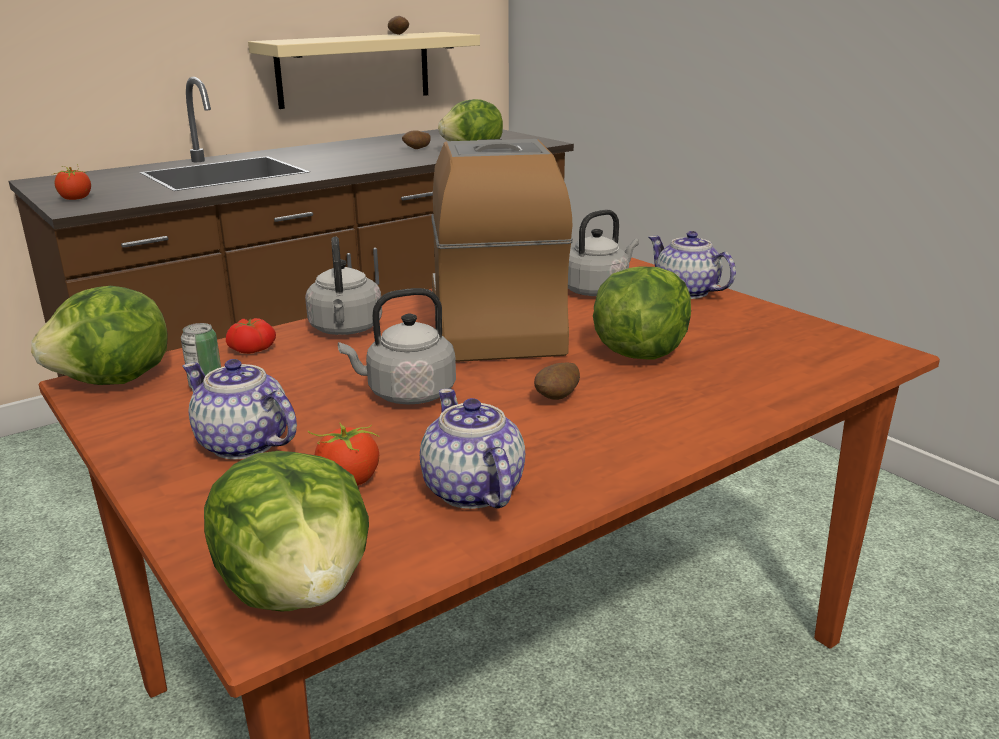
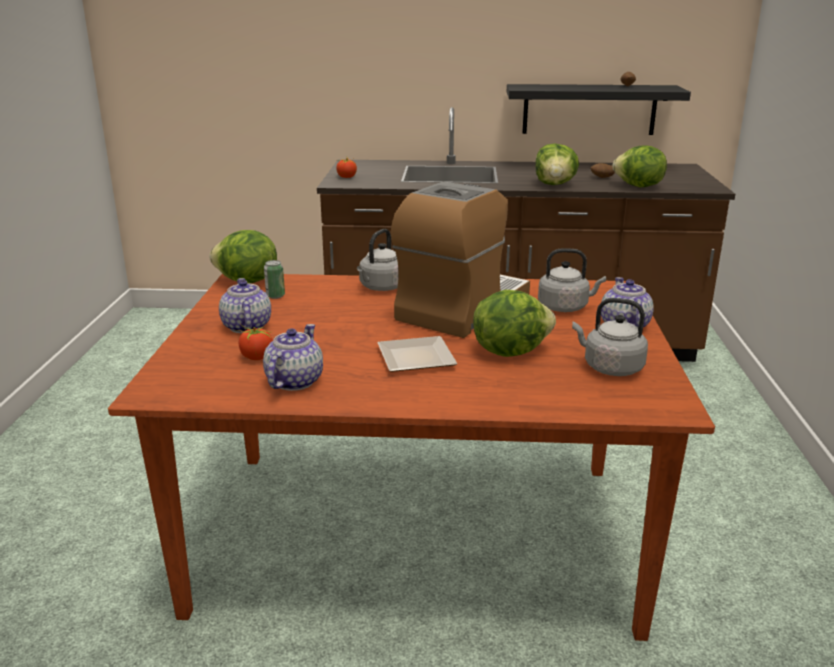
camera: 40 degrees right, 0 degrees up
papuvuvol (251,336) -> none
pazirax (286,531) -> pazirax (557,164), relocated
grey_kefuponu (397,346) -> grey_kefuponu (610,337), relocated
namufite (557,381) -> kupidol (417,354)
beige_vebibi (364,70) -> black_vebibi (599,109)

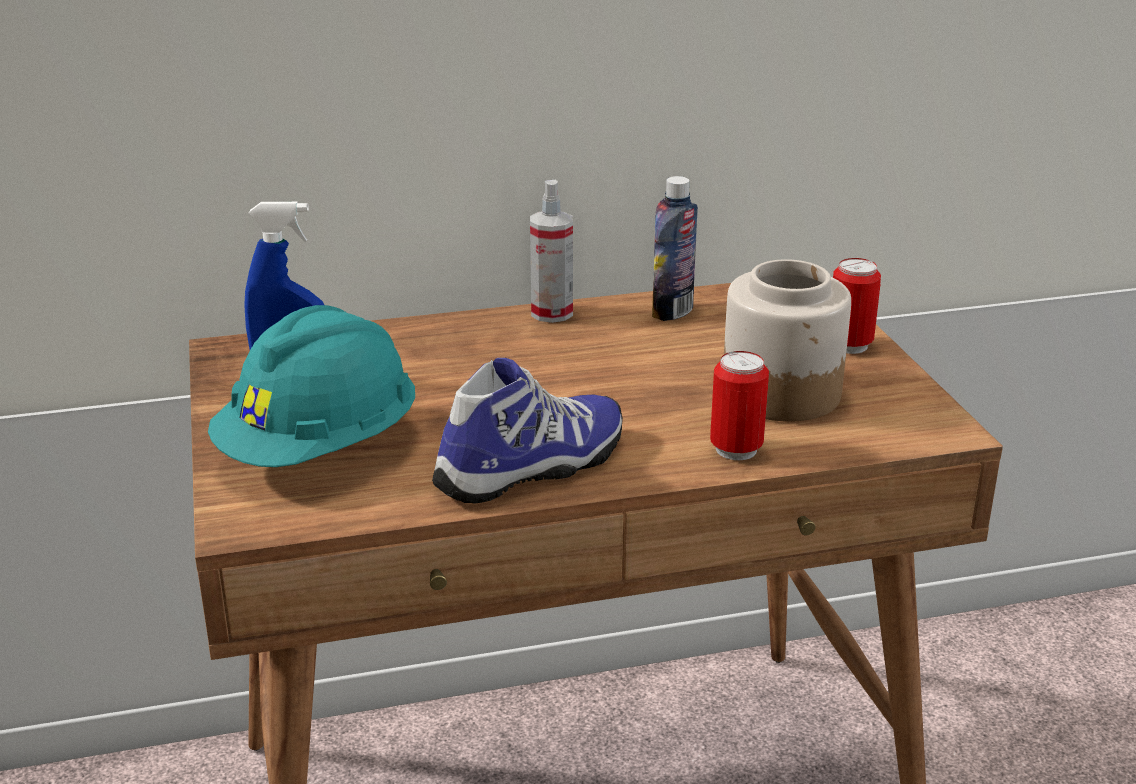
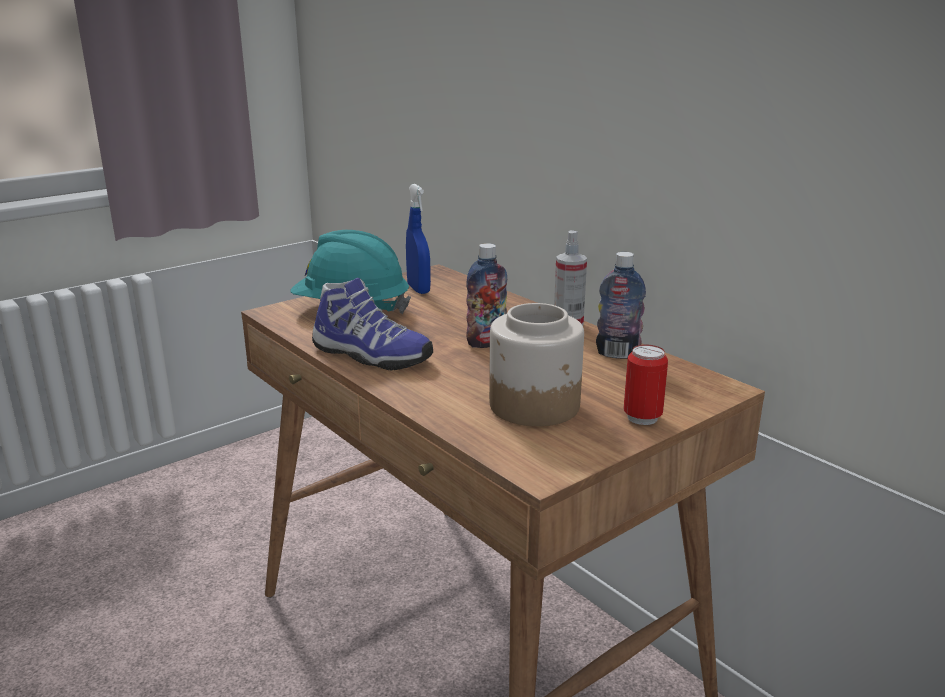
camera: 65 degrees right, 5 degrees down
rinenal (739,405) -> none
none -> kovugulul (486,295)

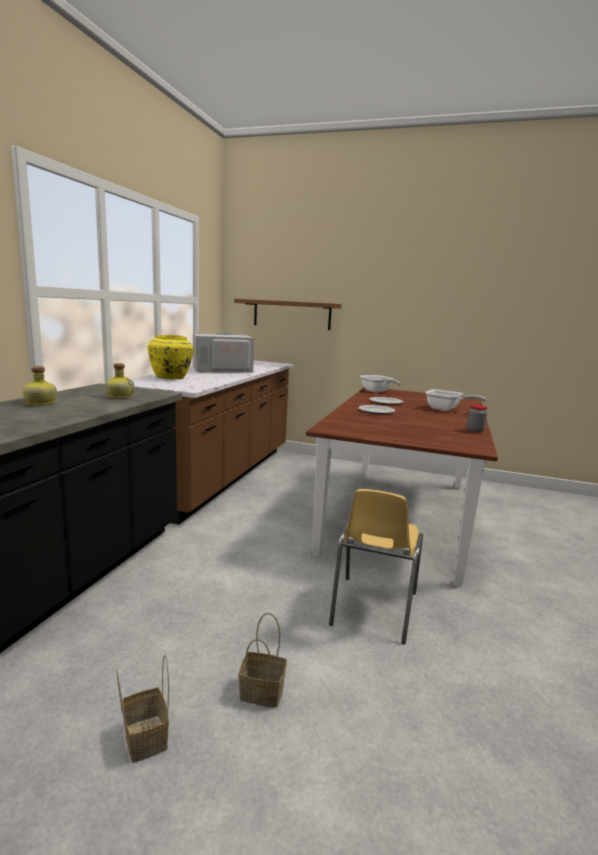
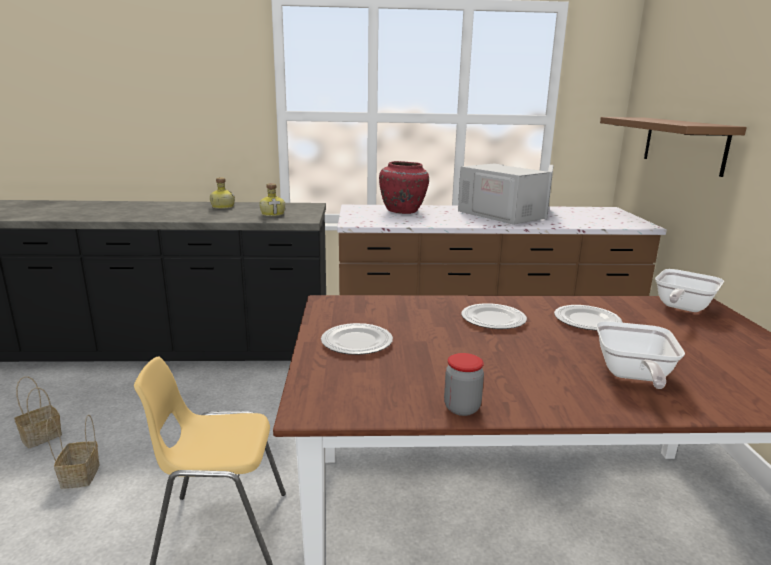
camera: 70 degrees right, 5 degrees up
none -> kupidol (357,339)
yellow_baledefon (170,357) -> red_baledefon (404,187)

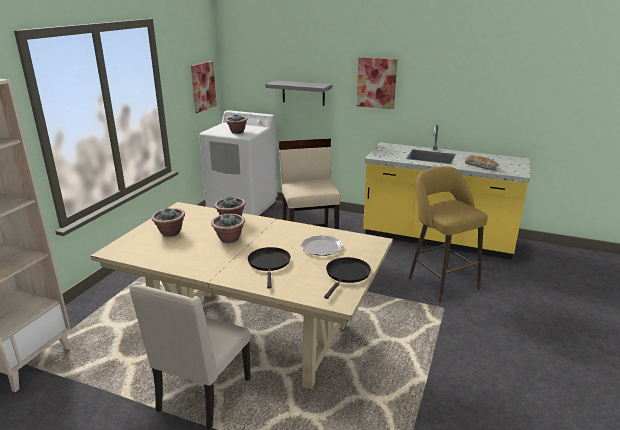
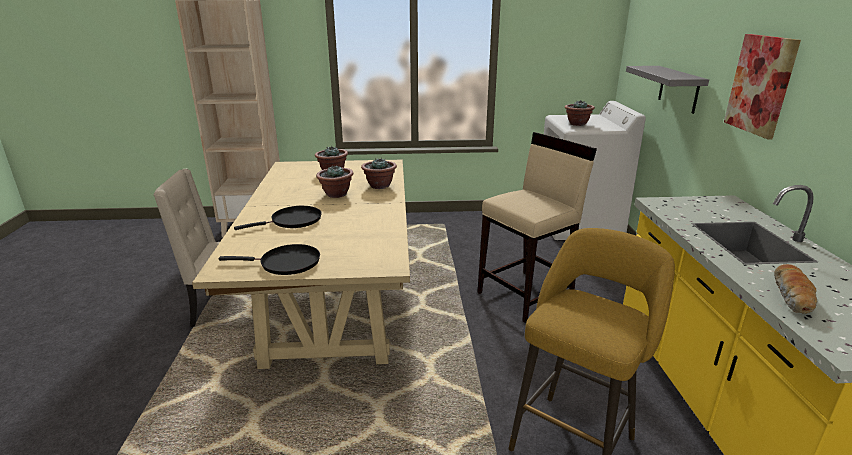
camera: 65 degrees right, 0 degrees up
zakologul (204,87) -> none
kupidol (322,245) -> none

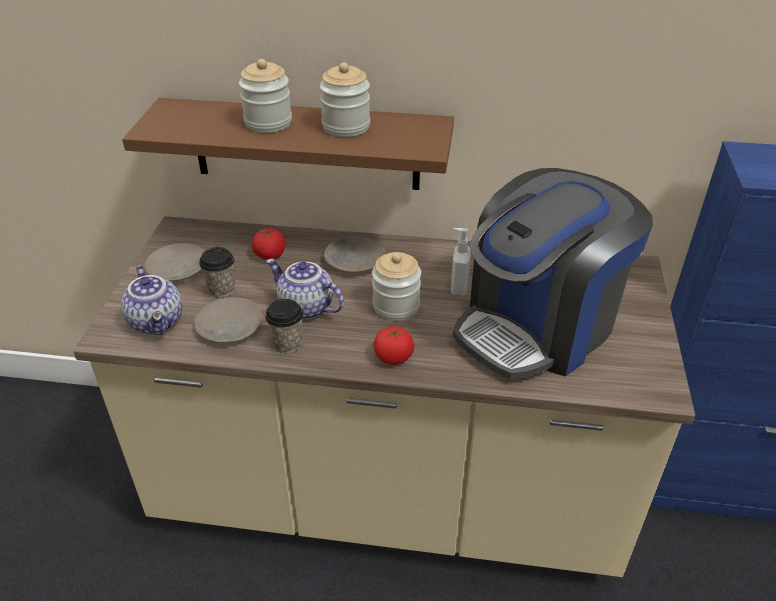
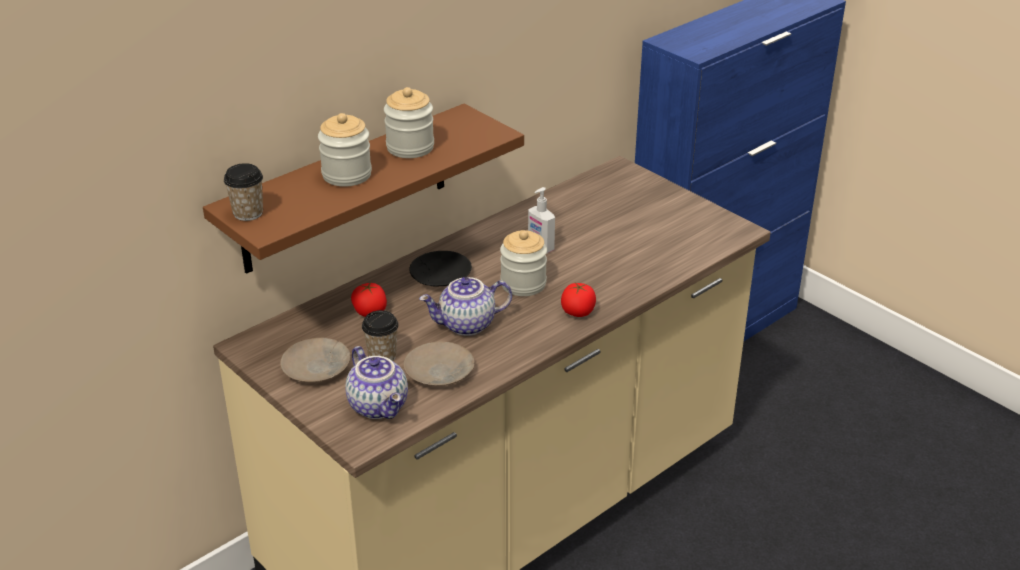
camera: 50 degrees left, 5 degrees down
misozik (552,274) -> none
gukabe (284,326) -> gukabe (243,192), relocated
beige_kupidol (355,254) -> black_kupidol (440,269)
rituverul (151,300) -> rituverul (376,382), 45 degrees clockwise

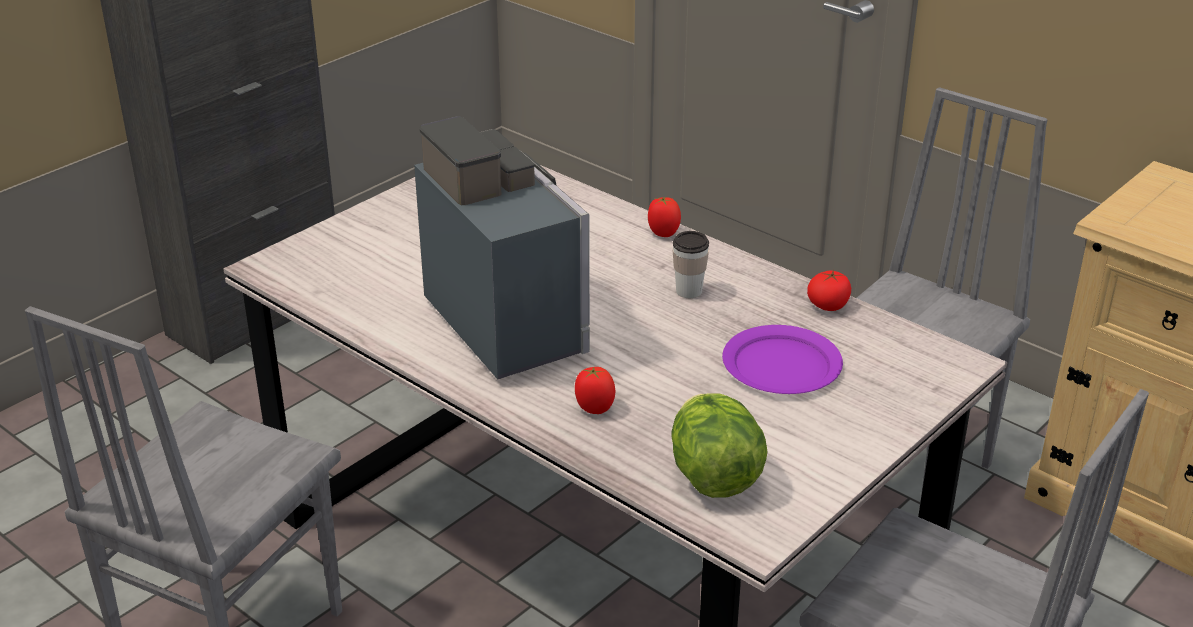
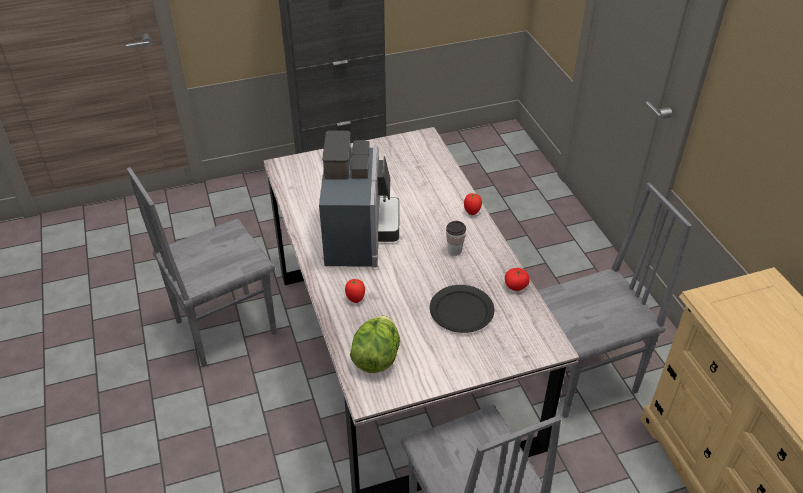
camera: 30 degrees right, 10 degrees up
purple_kupidol (782,359) -> black_kupidol (462,309)

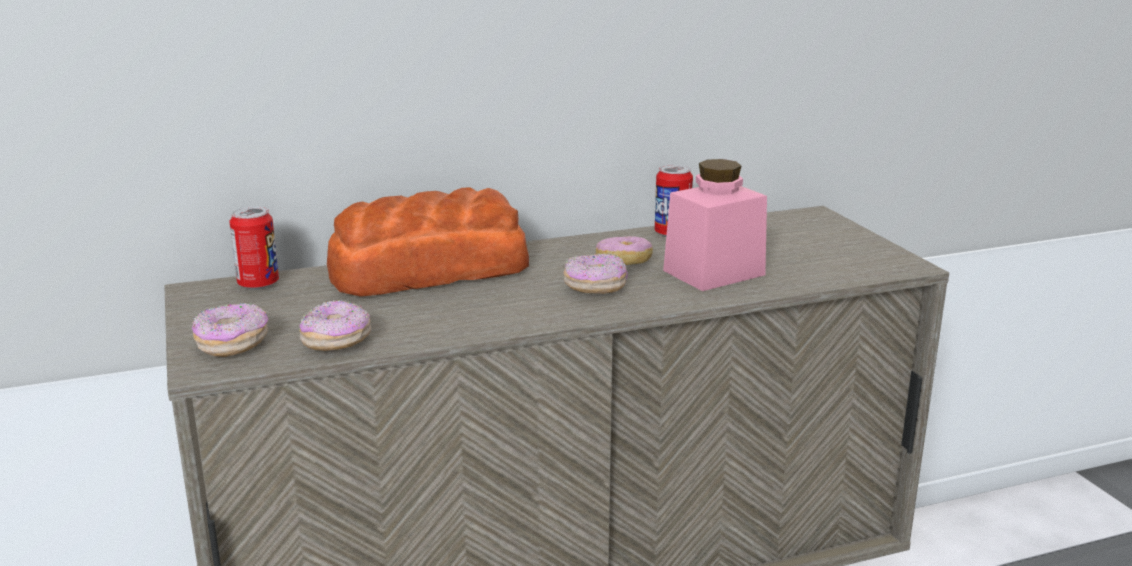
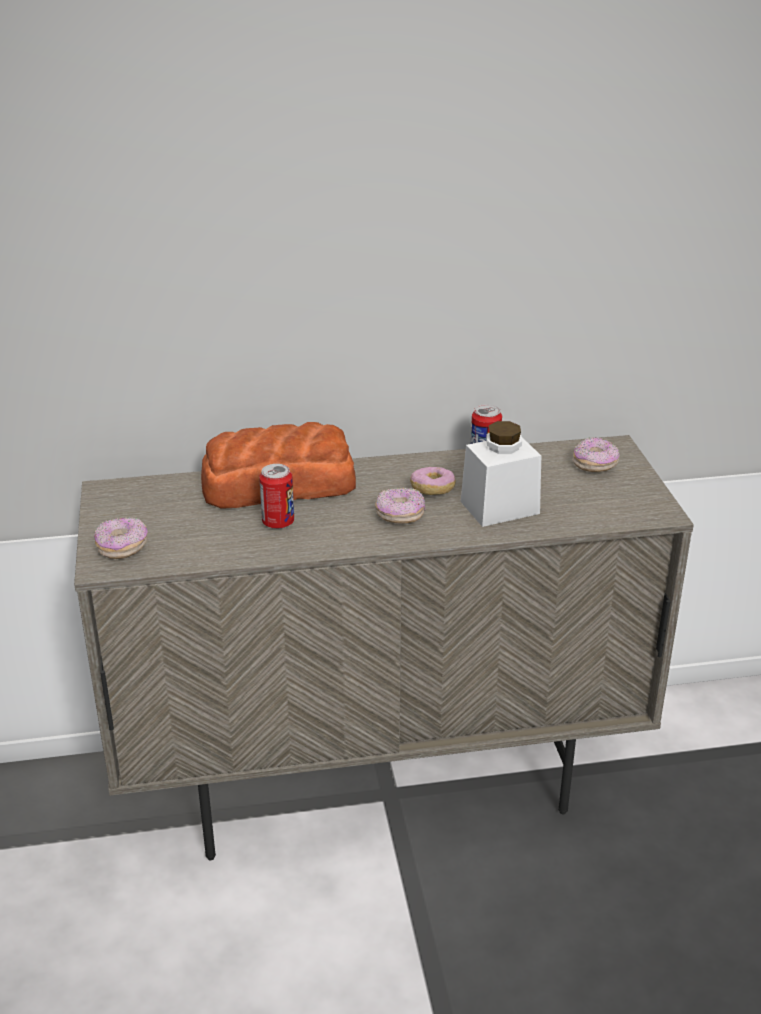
camera: 10 degrees right, 10 degrees up
rinenal (254,248) -> rinenal (276,496), relocated
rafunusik (335,325) -> rafunusik (596,454), relocated
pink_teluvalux (715,225) -> white_teluvalux (500,474)

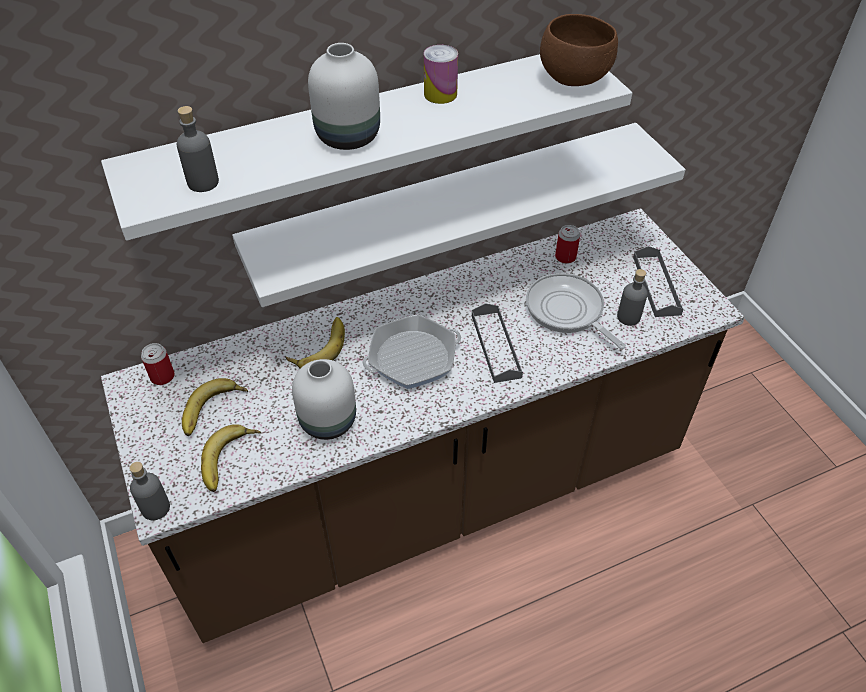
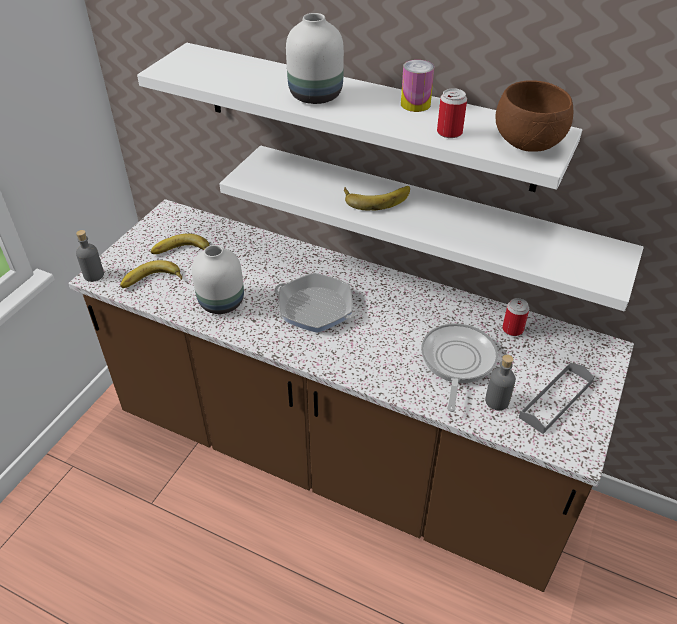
camera: 50 degrees right, 5 degrees down
grey_kovugulul (198,149) -> none
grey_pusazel (497,343) -> none
rinenal (158,364) -> rinenal (452,113), relocated
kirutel (315,343) -> kirutel (377,198), relocated

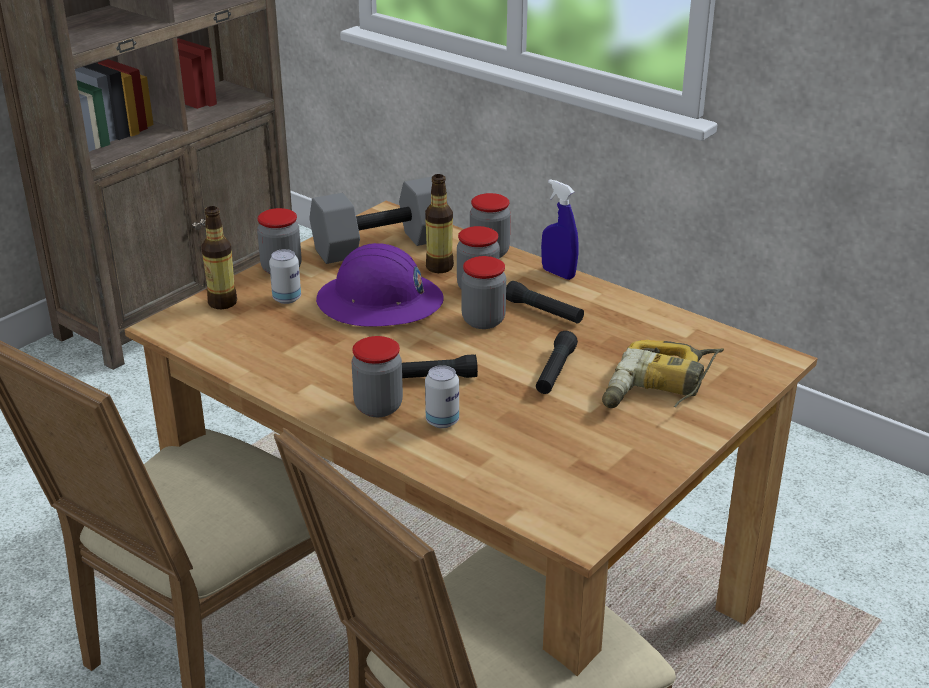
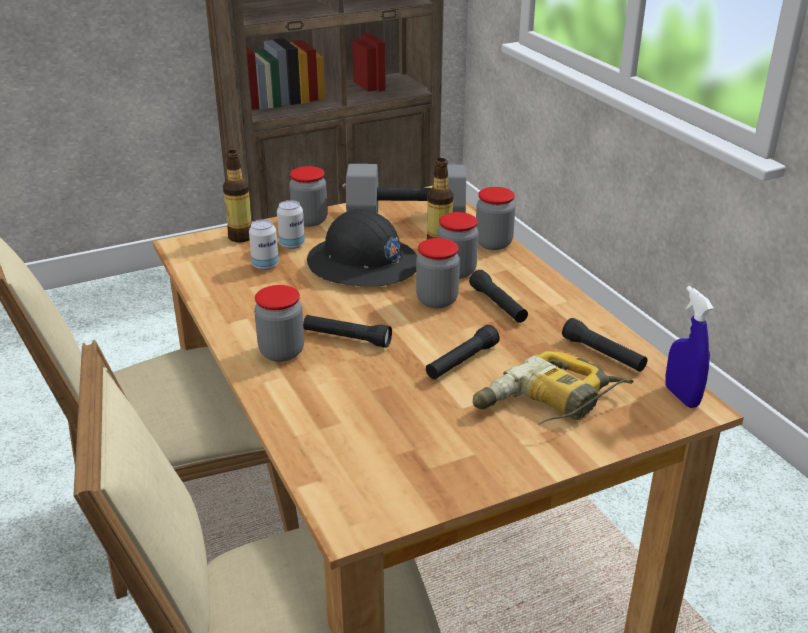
camera: 25 degrees right, 0 degrees up
none -> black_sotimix (604,345)
rinenal (442,396) -> rinenal (264,244), relocated
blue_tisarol (559,229) -> blue_tisarol (689,347), relocated
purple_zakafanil (380,285) -> black_zakafanil (362,248)

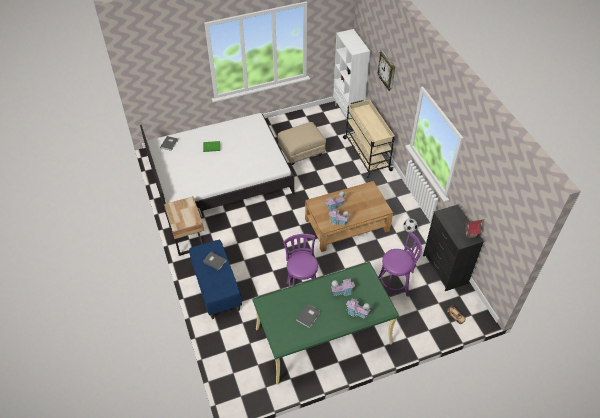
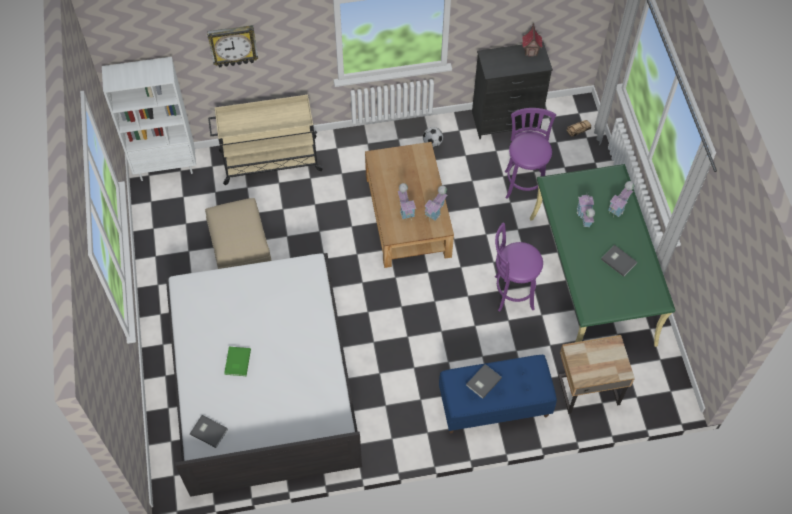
camera: 80 degrees left, 10 degrees up
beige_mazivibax (184,226) -> beige_mazivibax (596,374), relocated

